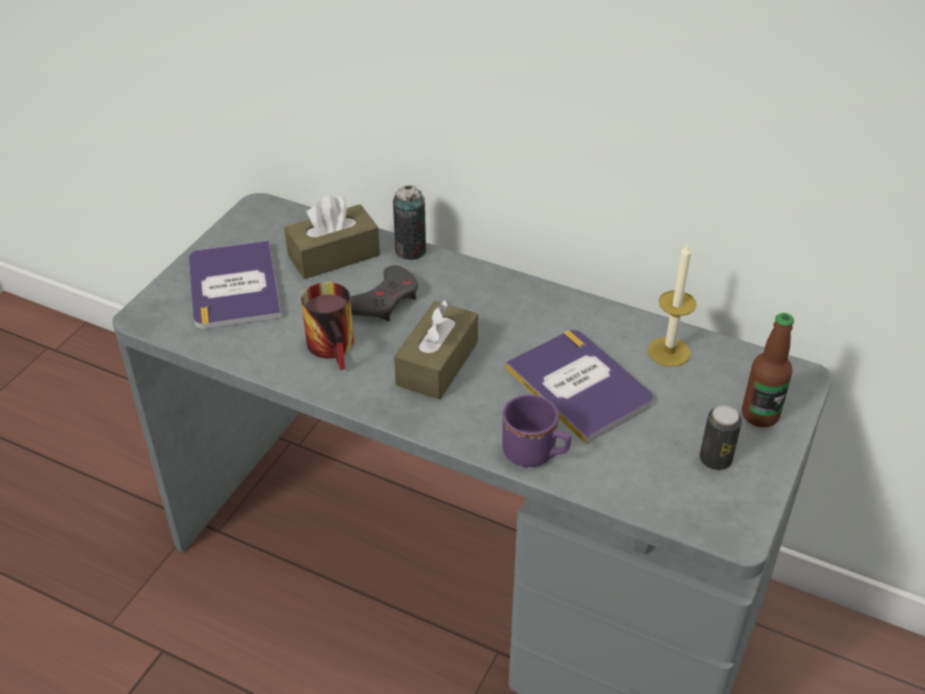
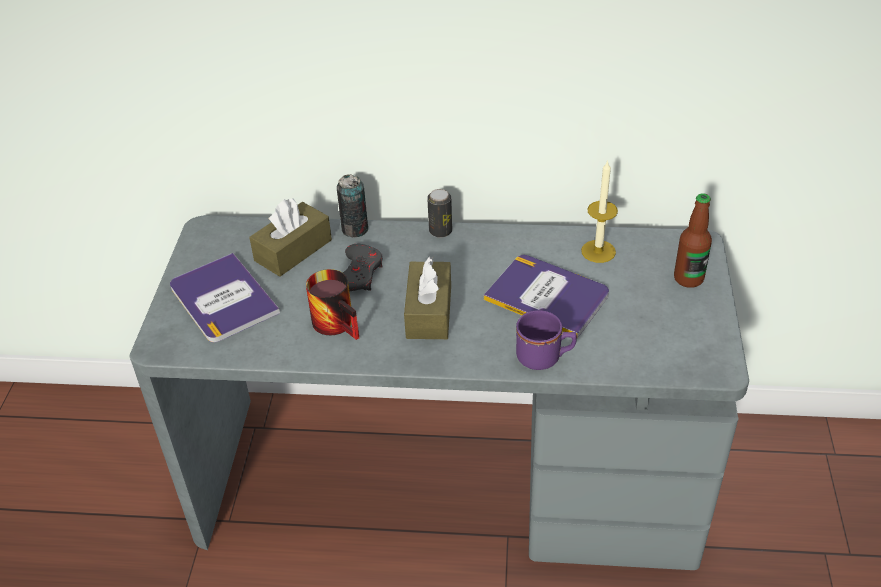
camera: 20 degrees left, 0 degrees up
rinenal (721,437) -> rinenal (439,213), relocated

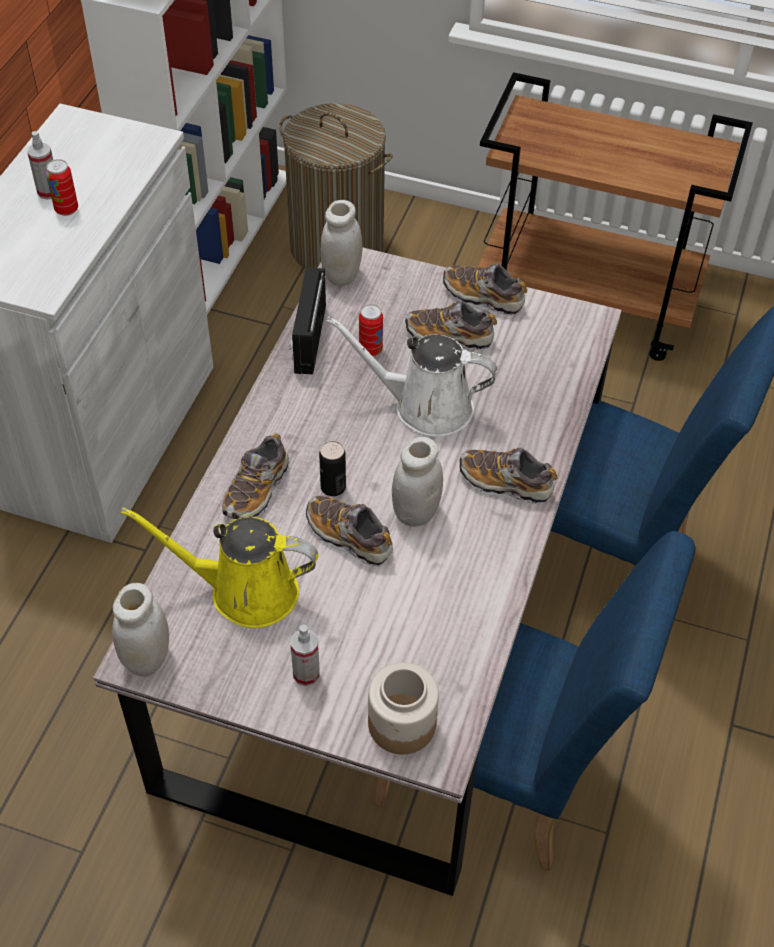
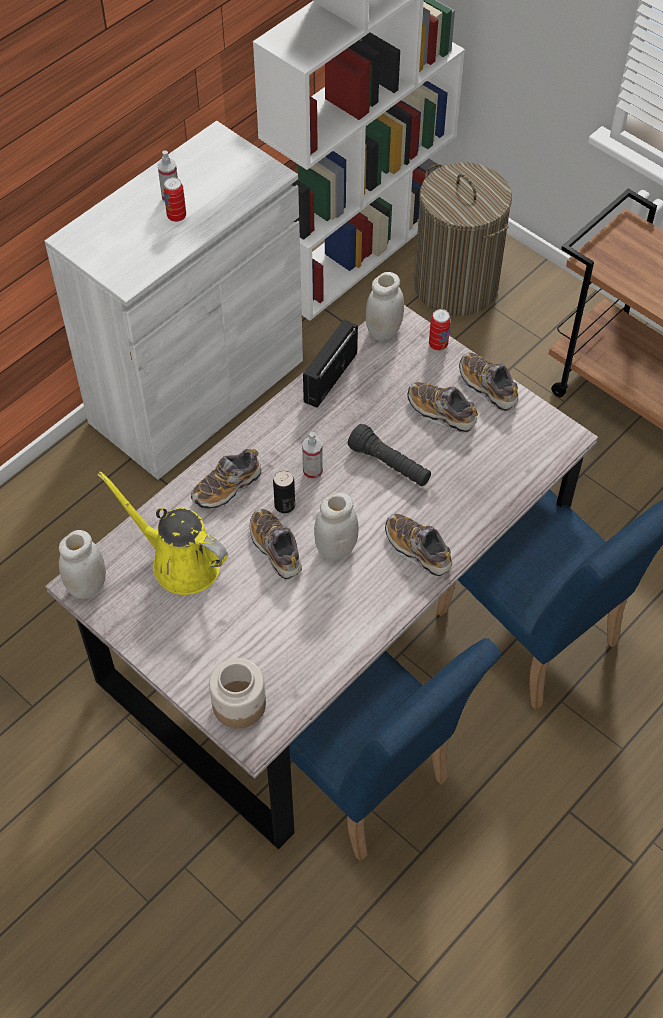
camera: 25 degrees right, 5 degrees up
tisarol (305,655) -> tisarol (312,456), relocated
rinenal (371,330) -> rinenal (440,330), relocated
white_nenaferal (412,376) -> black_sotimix (389,455)

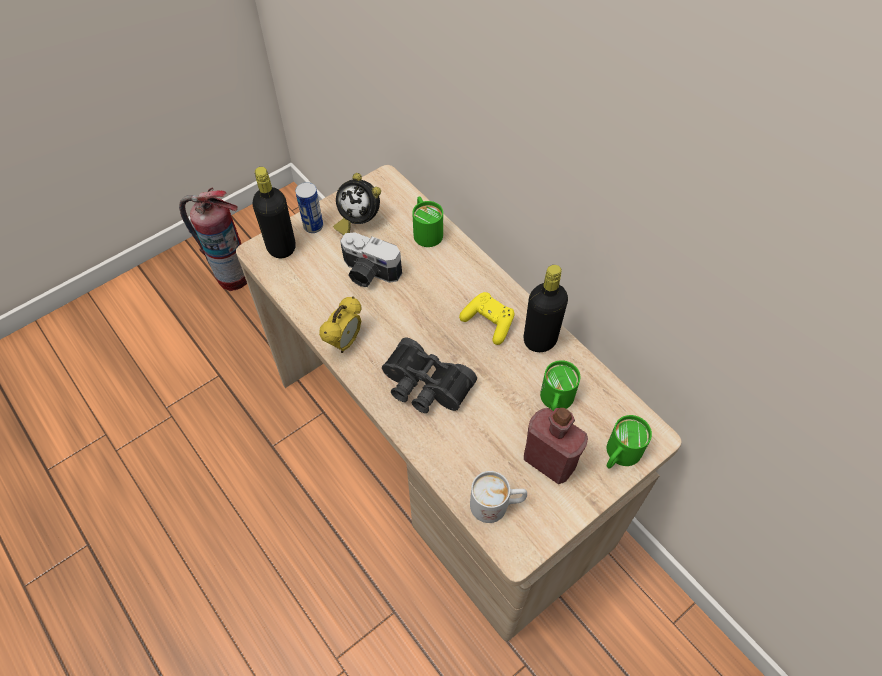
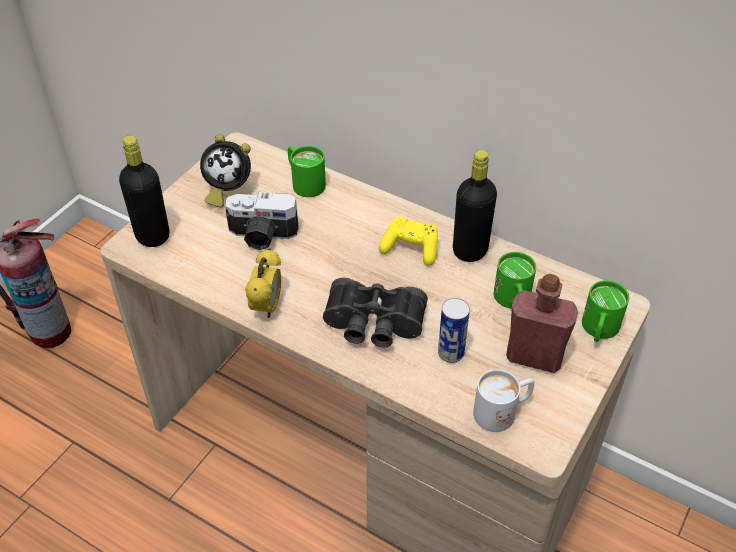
camera: 20 degrees left, 10 degrees down
rinenal (309,207) -> rinenal (454,330), relocated

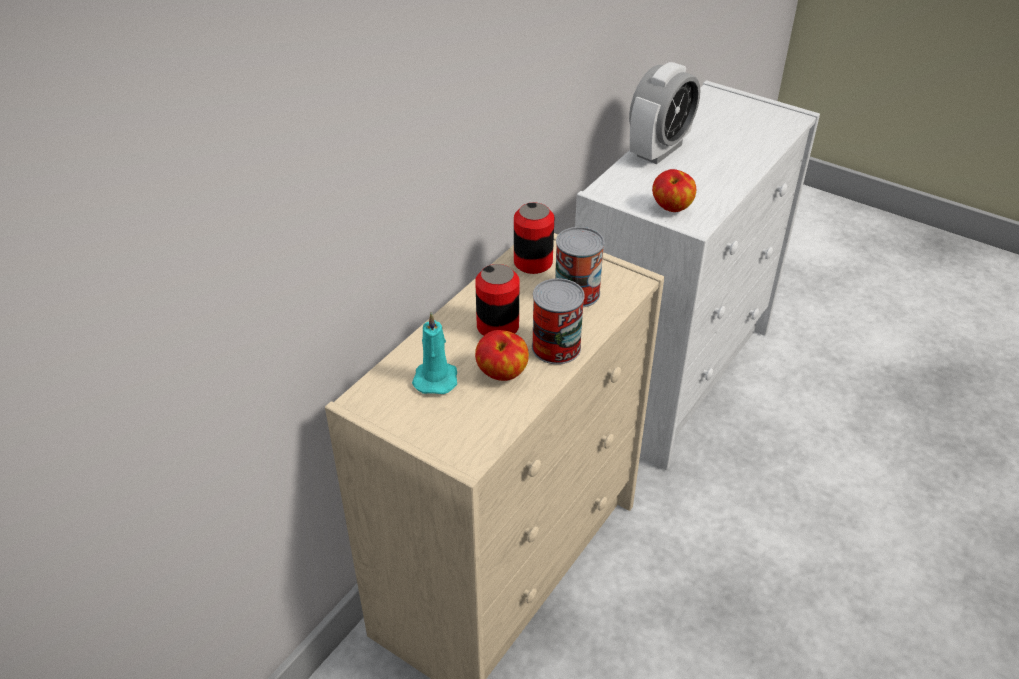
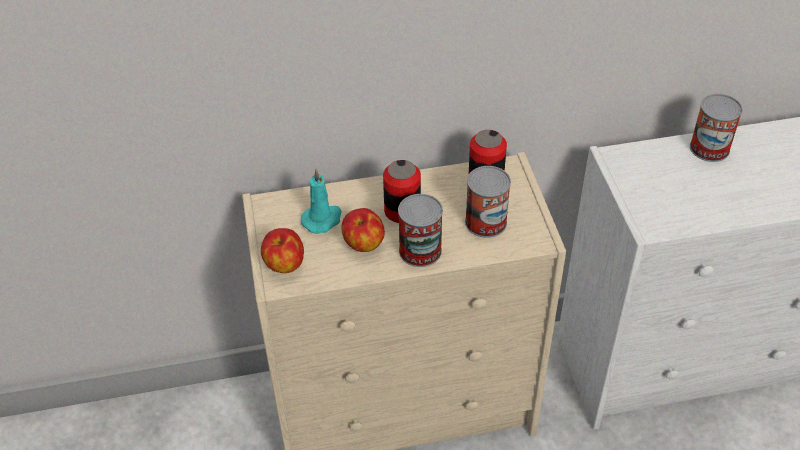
camera: 45 degrees right, 5 degrees up
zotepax (674,190) -> zotepax (282,250), relocated
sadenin (664,113) -> rinenal (716,128)

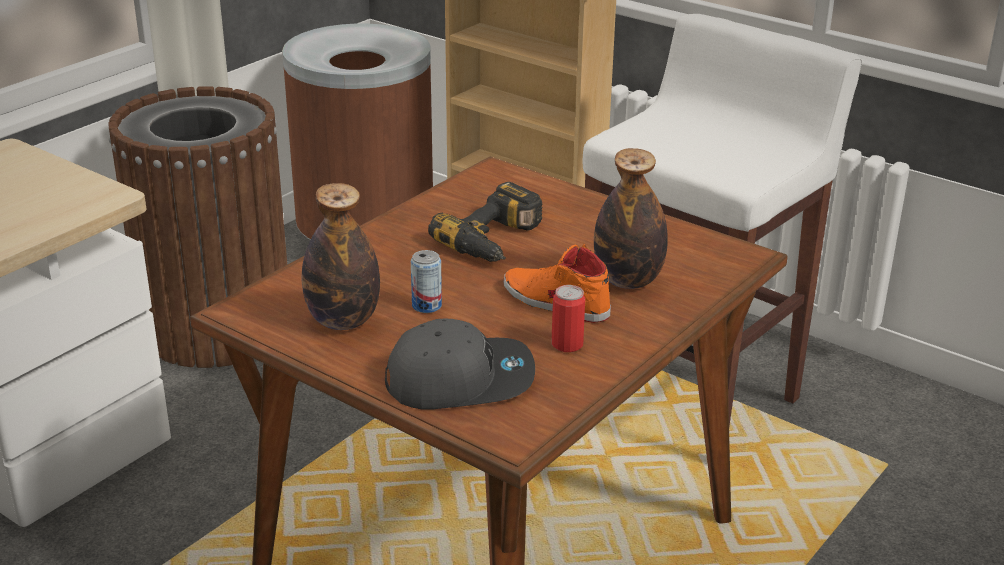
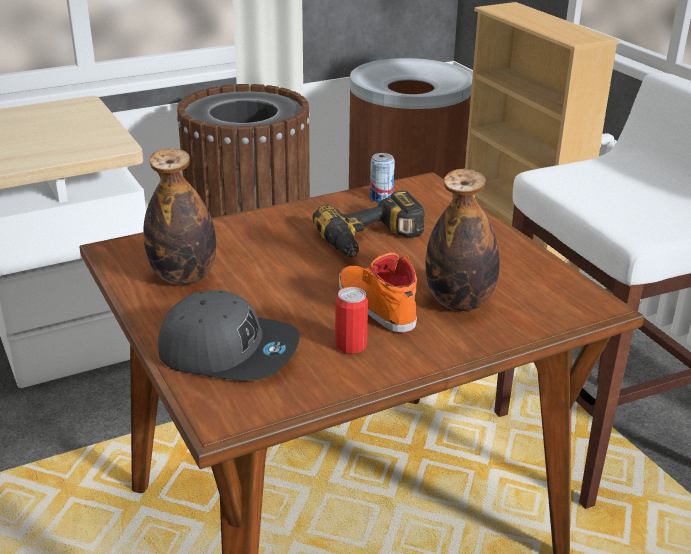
camera: 25 degrees right, 0 degrees up
rinenal (426,281) -> rinenal (382,178), relocated

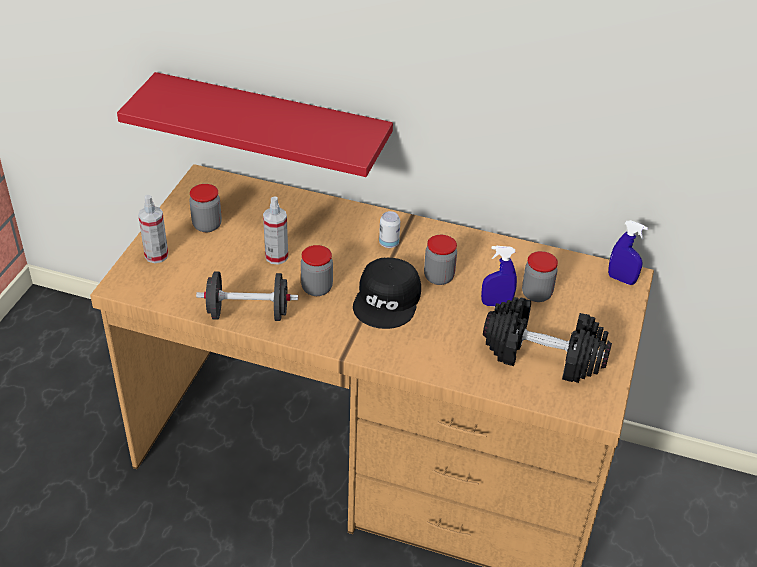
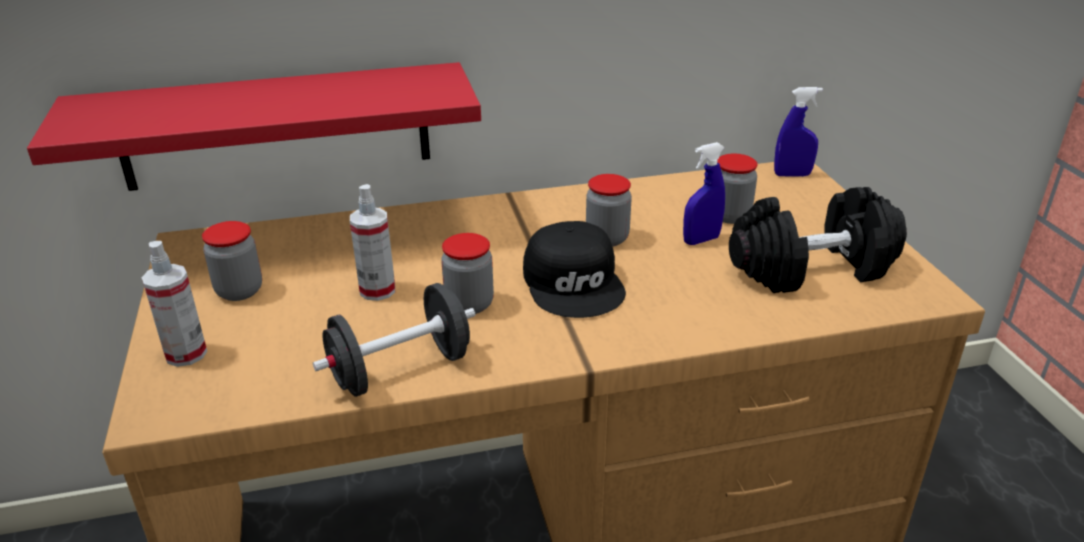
camera: 30 degrees left, 10 degrees down
rinenal (389,229) -> none

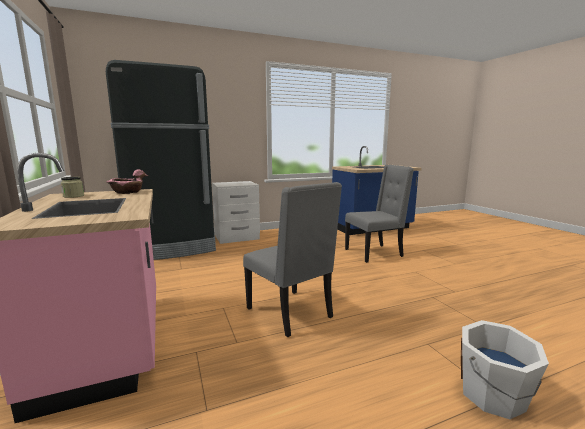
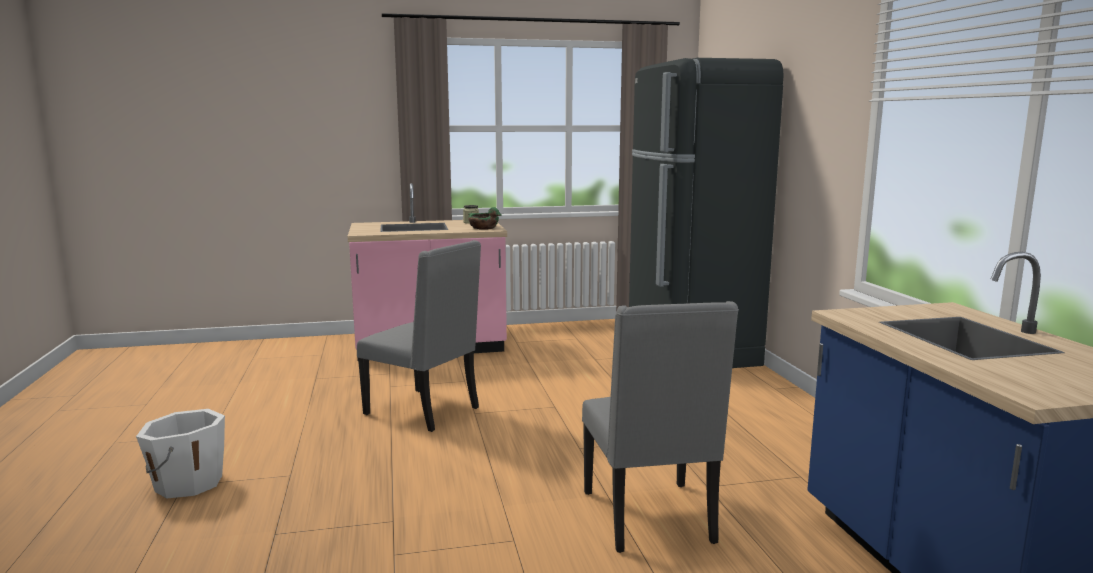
camera: 100 degrees right, 0 degrees up
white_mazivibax (236,212) -> none
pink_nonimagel (127,181) -> green_nonimagel (485,218)
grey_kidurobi (292,259) -> grey_kidurobi (419,336), 120 degrees counterclockwise

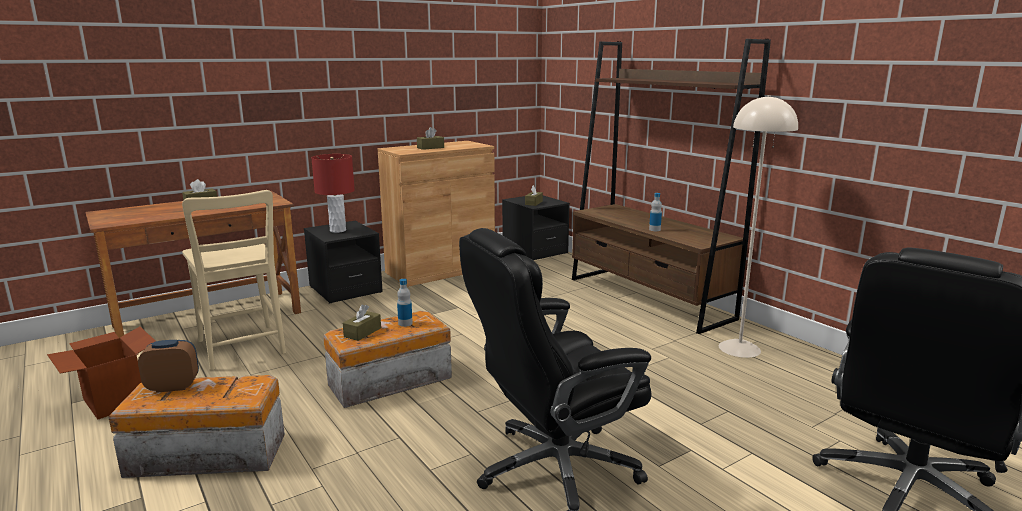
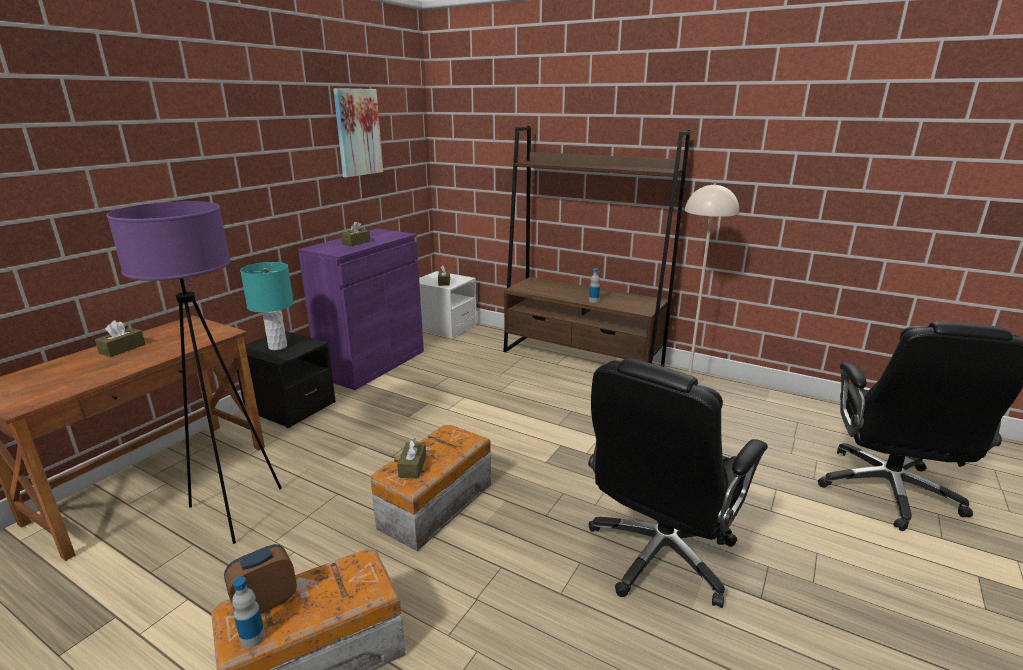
camera: 25 degrees left, 5 degrees up
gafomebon (101,373) -> none
none -> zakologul (358,133)
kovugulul (405,303) -> kovugulul (248,612), relocated
beige_kidurobi (234,280) -> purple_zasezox (194,372)
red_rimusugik (333,193) -> turquoise_rimusugik (267,306)
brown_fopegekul (436,214) -> purple_fopegekul (361,309)
black_mazivibax (536,227) -> white_mazivibax (448,304)

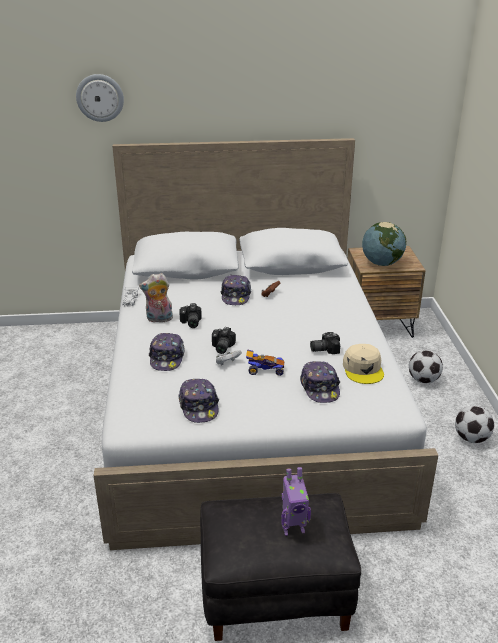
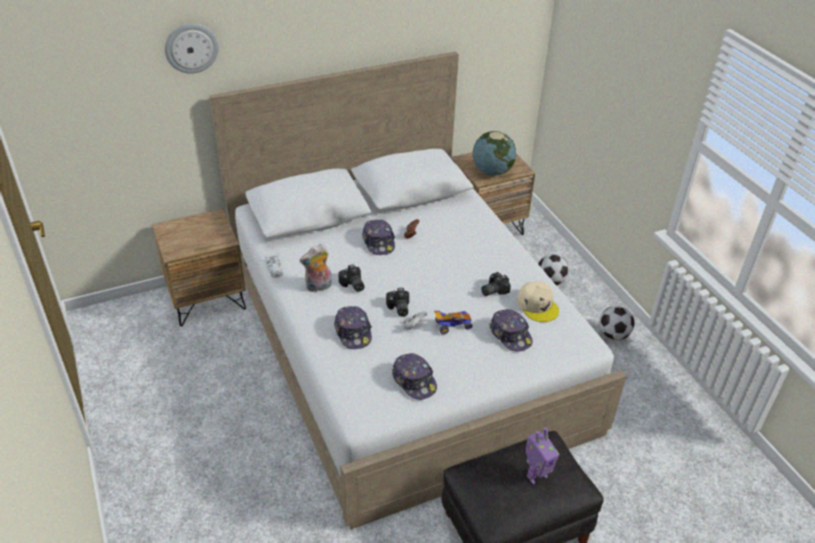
camera: 20 degrees left, 10 degrees up
none -> brown_mazivibax (199,267)

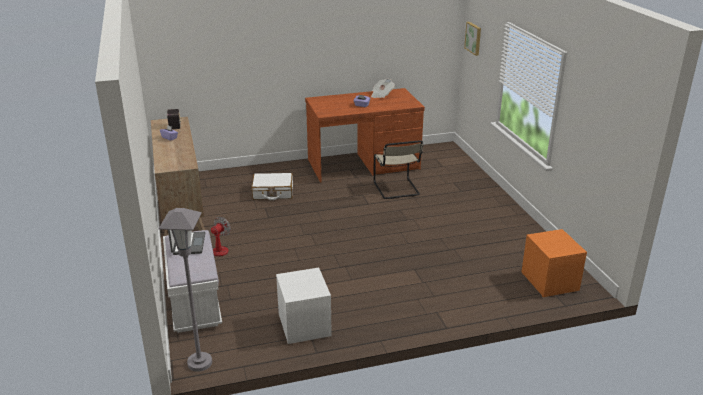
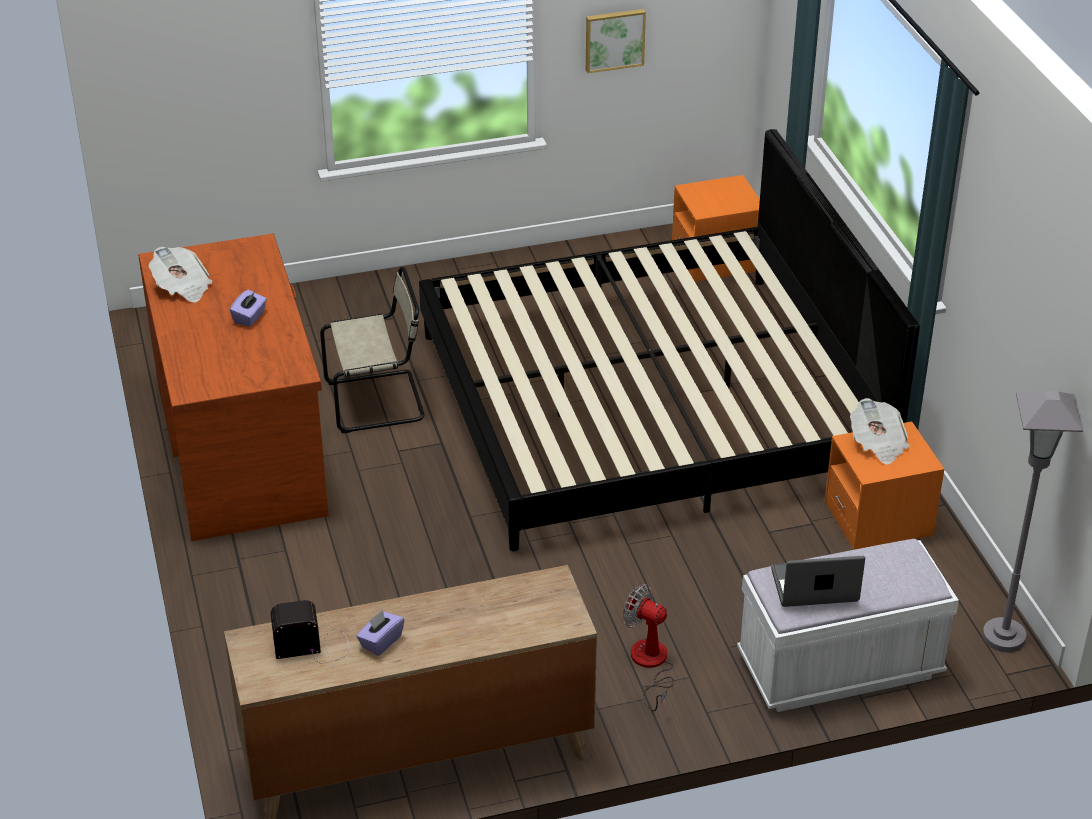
camera: 90 degrees left, 10 degrees up
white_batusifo (272,186) -> none
none -> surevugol (669,340)
none -> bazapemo (880,431)
zakologul (472,39) -> zakologul (616,41), relocated
white_mazivibax (304,306) -> orange_mazivibax (885,485)

